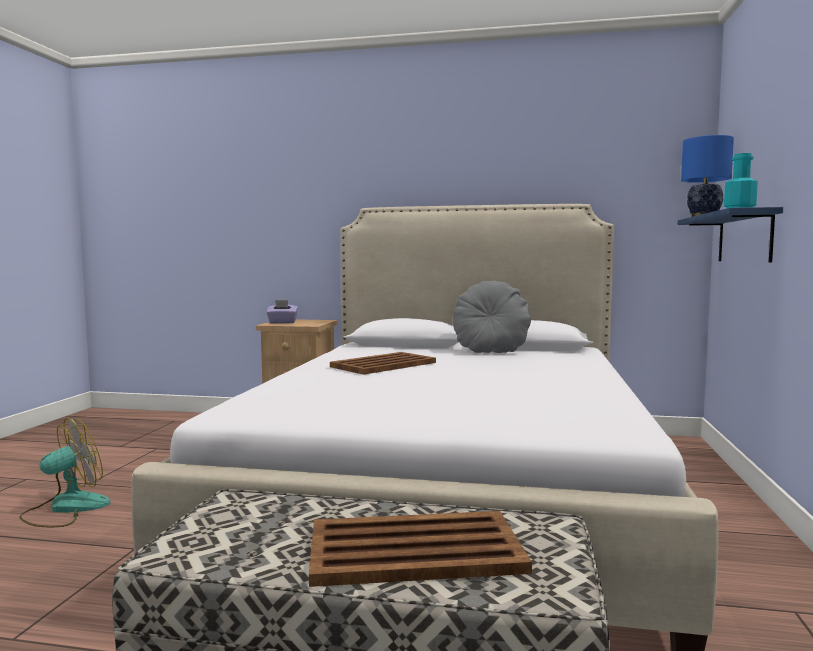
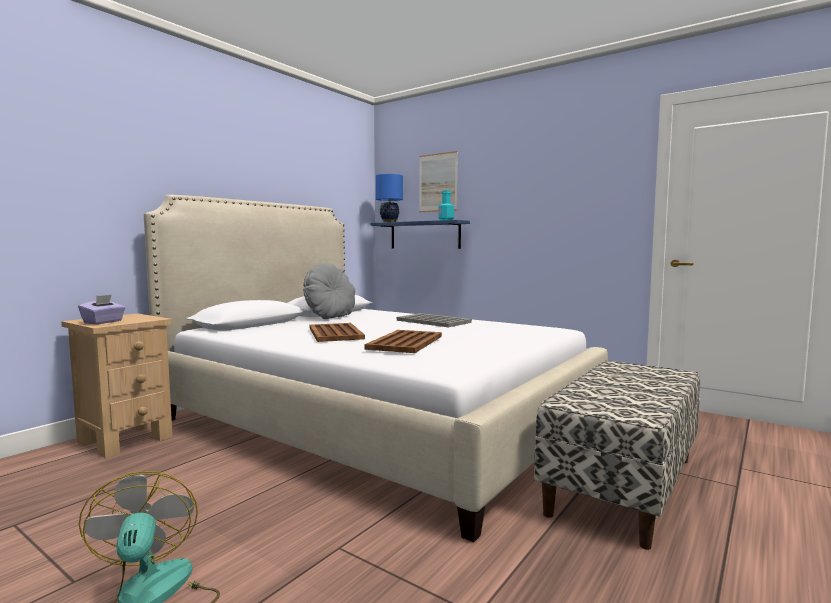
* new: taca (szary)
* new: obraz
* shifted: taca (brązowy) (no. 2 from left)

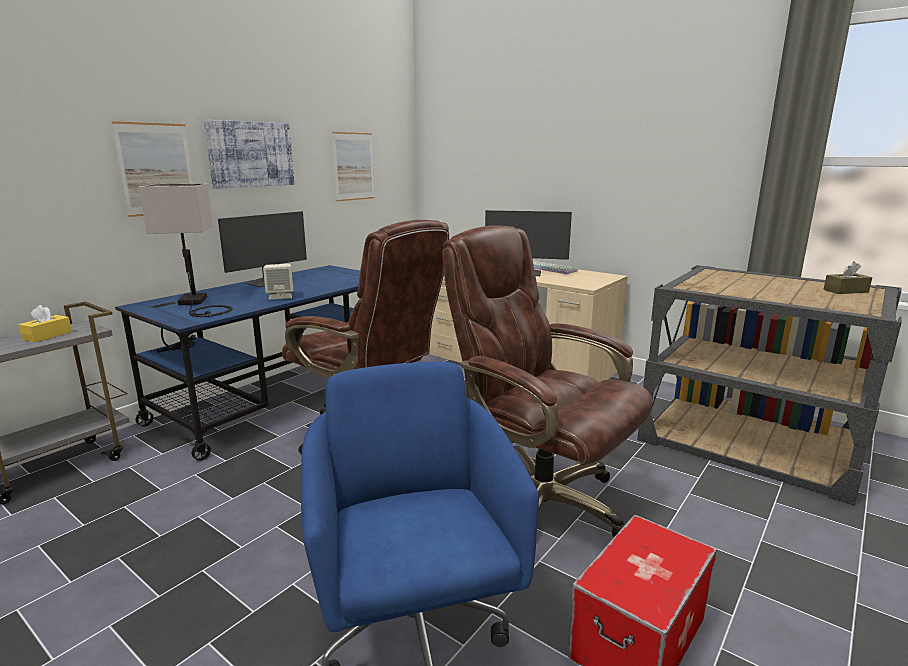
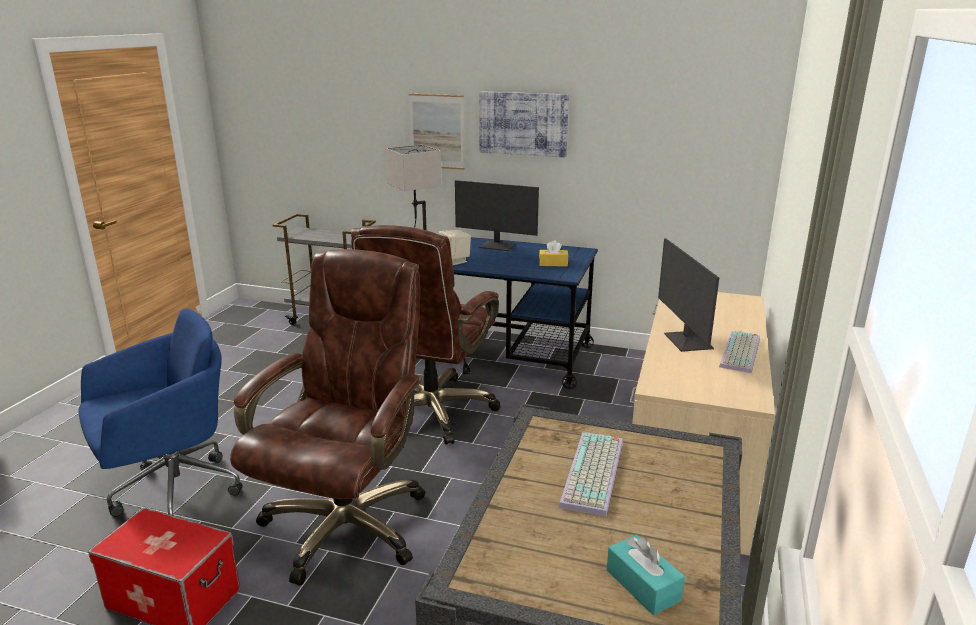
* gone: obraz (no. 3 from left)
* new: klawiatura (no. 1 from left)
* shifted: pudełko chusteczek (żółty)
* repainted: pudełko chusteczek (brązowy) to pudełko chusteczek (turkusowy)

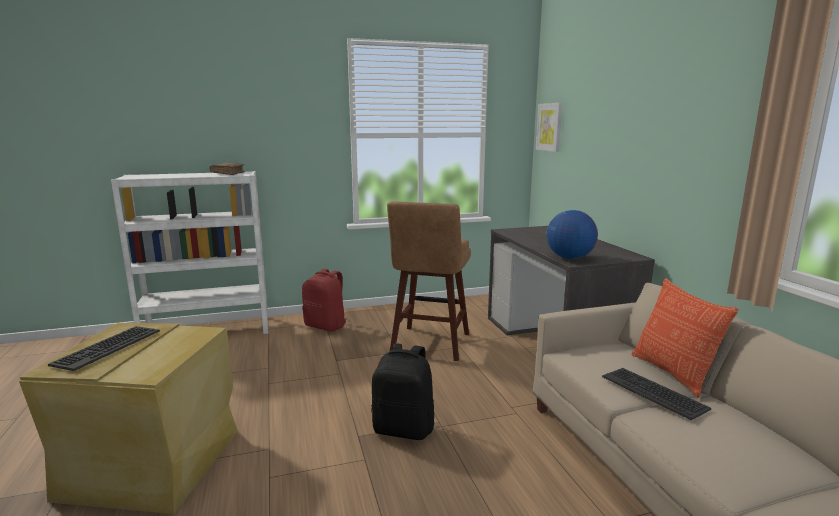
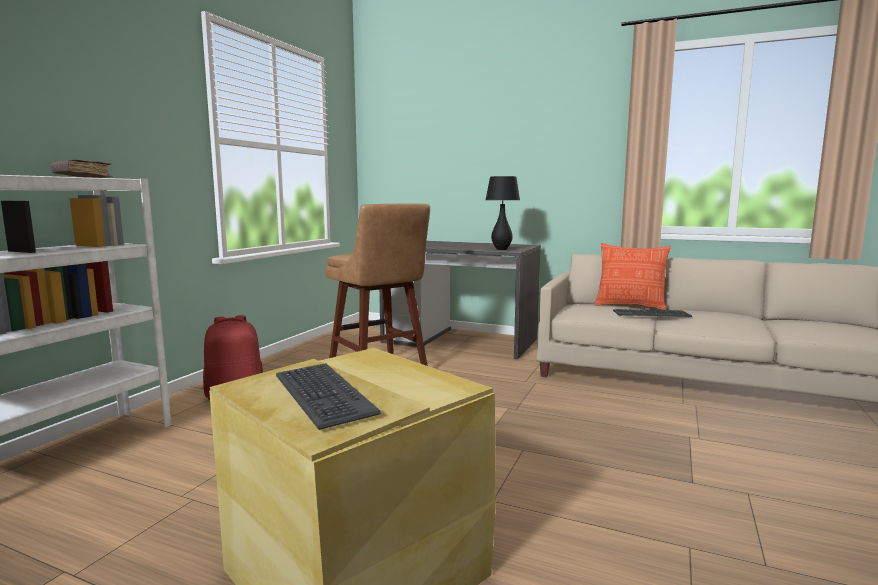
* gone: plecak (czarny)
* gone: obraz
* swapped: globus to lampa stołowa (czarny)

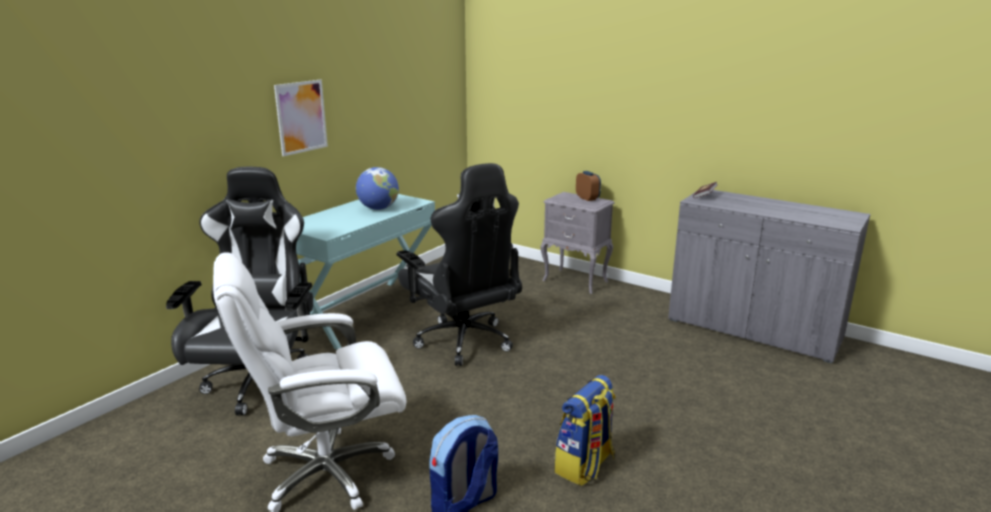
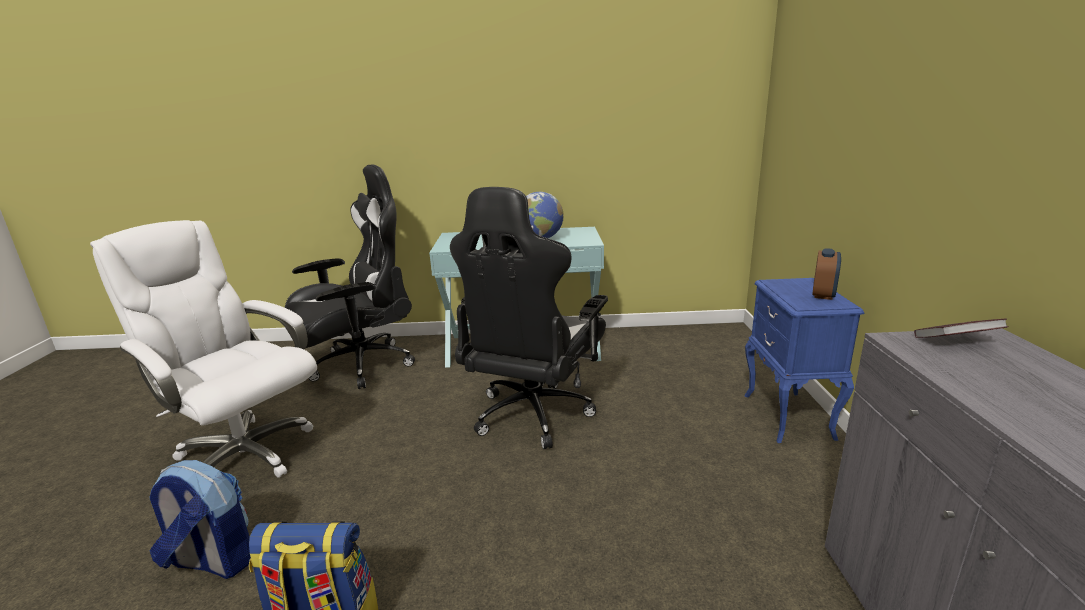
* gone: obraz
* repainted: szafka nocna (szary) to szafka nocna (niebieski)

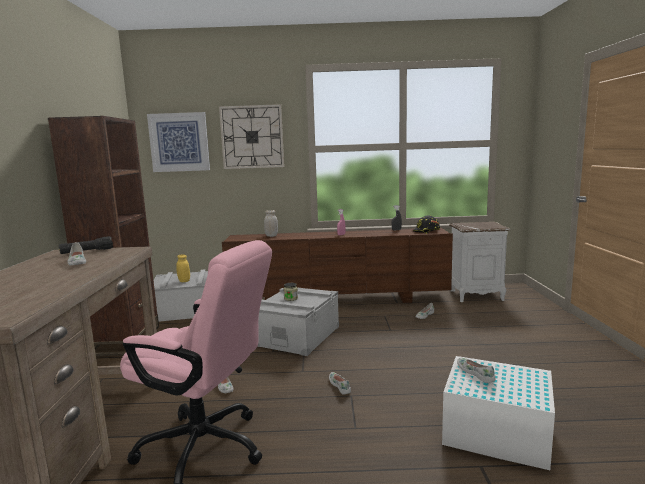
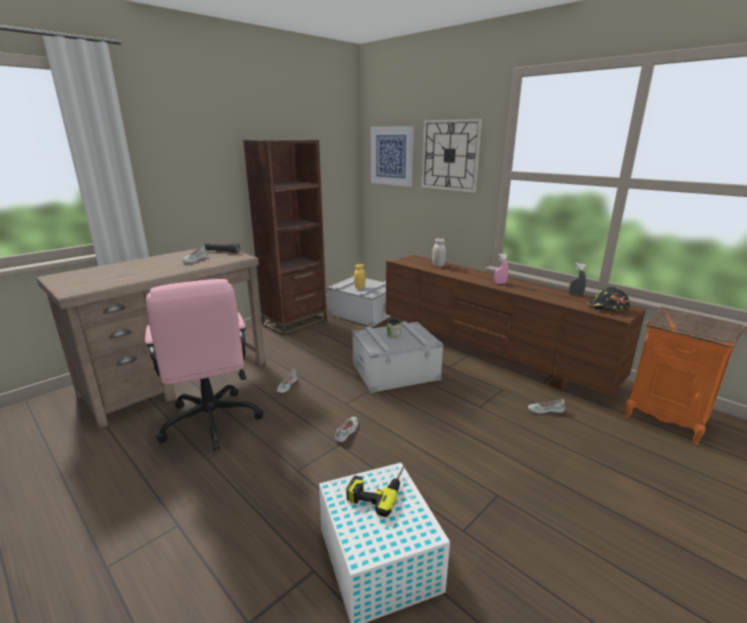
* swapped: but (biały) (no. 5 from left) to wiertarka
* repainted: szafka nocna (biały) to szafka nocna (pomarańczowy)

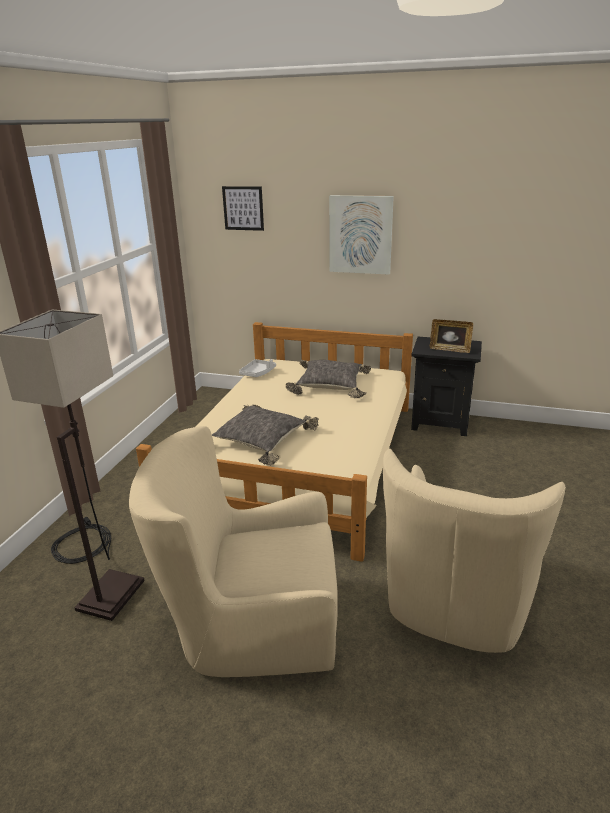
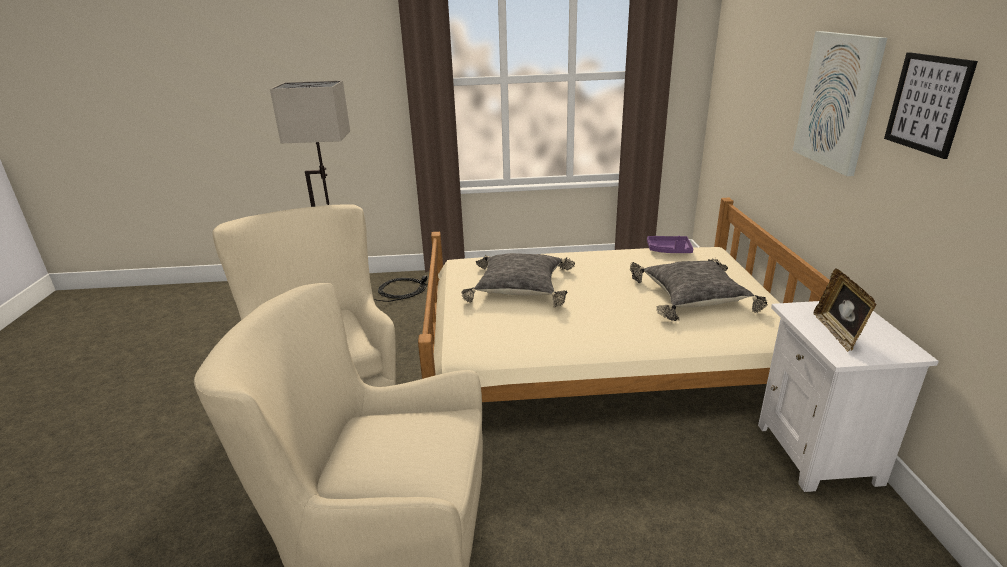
* shifted: obraz (no. 1 from left in the first image) to obraz (no. 2 from left)
* repainted: taca (szary) to taca (fioletowy)
* repainted: szafka nocna (czarny) to szafka nocna (biały)

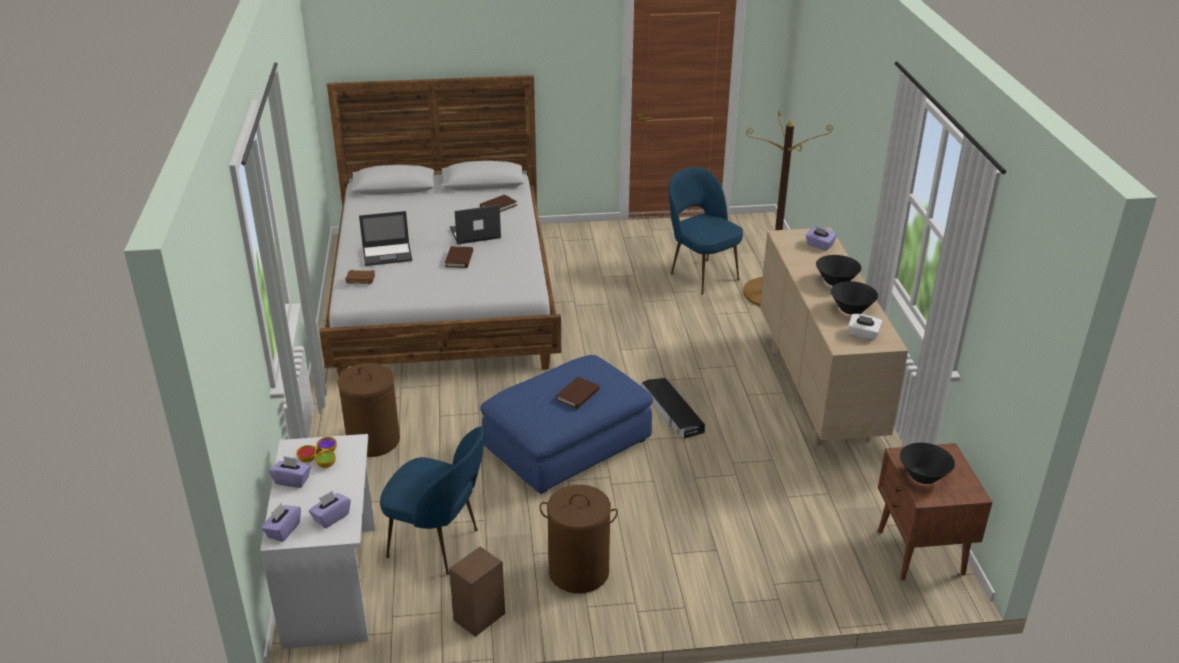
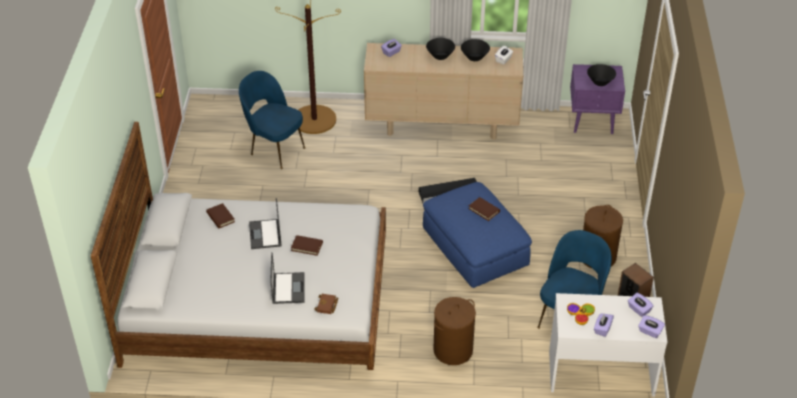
* repainted: szafka nocna (brązowy) to szafka nocna (fioletowy)
* rotated: krzesło (niebieski) (no. 2 from left in the first image) 60 degrees clockwise

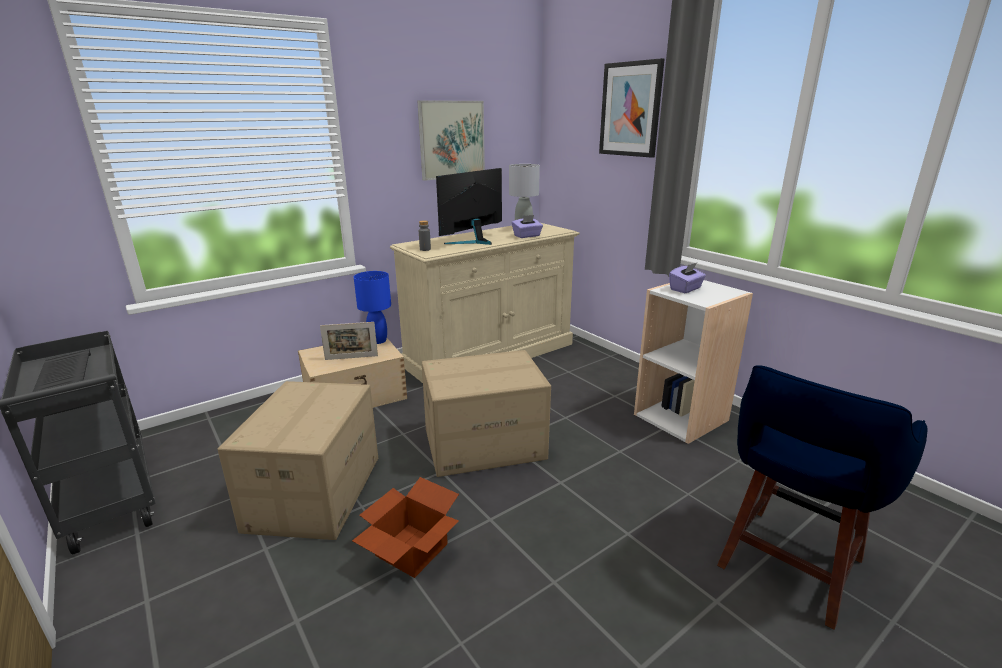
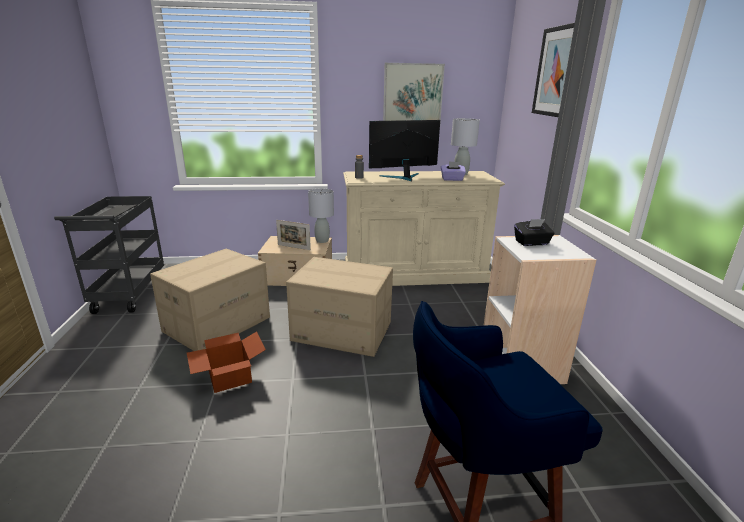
* repainted: lampa stołowa (niebieski) to lampa stołowa (szary) (no. 1 from left)
* repainted: pudełko chusteczek (fioletowy) (no. 2 from left) to pudełko chusteczek (czarny)

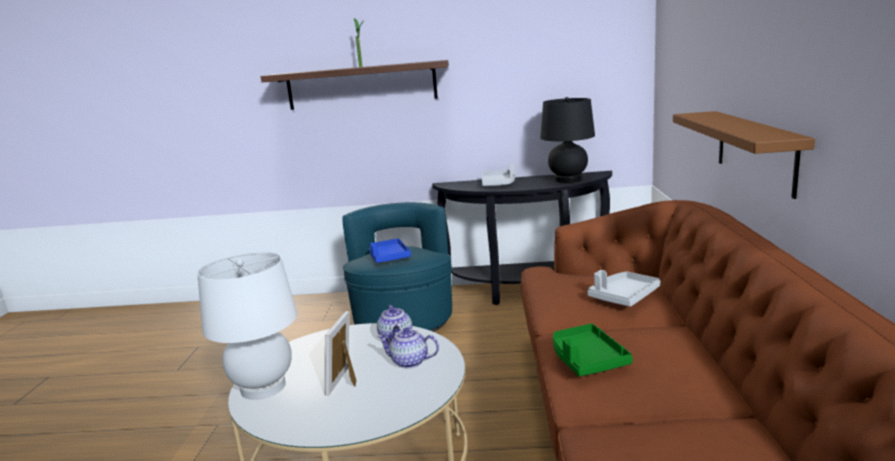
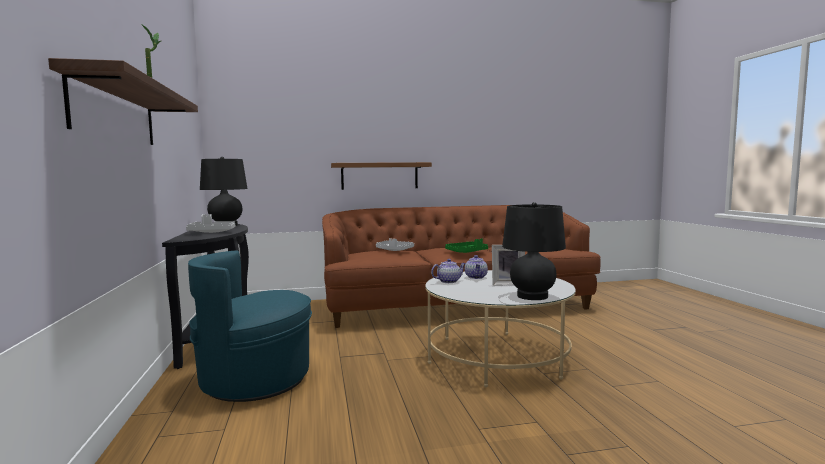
* gone: taca (niebieski)
* repainted: lampa stołowa (biały) to lampa stołowa (czarny) (no. 2 from left)

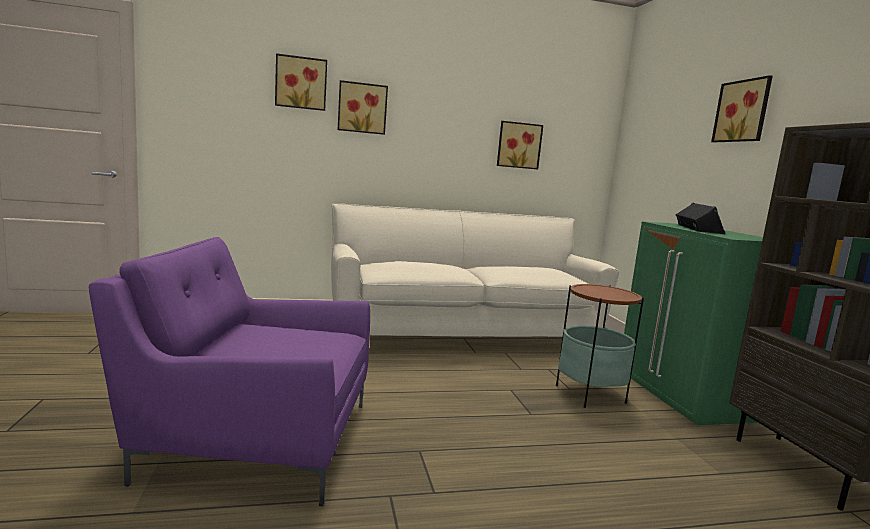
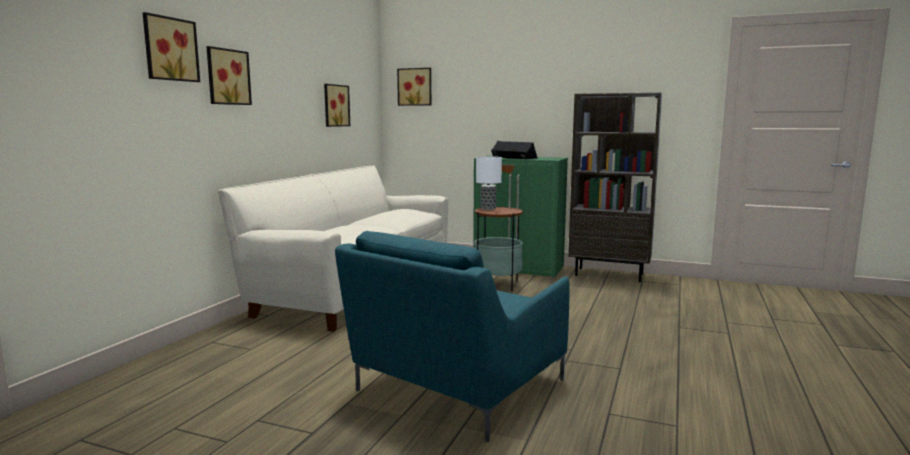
* new: lampa stołowa
* shifted: obraz (no. 4 from left)
* repainted: fotel (fioletowy) to fotel (turkusowy)

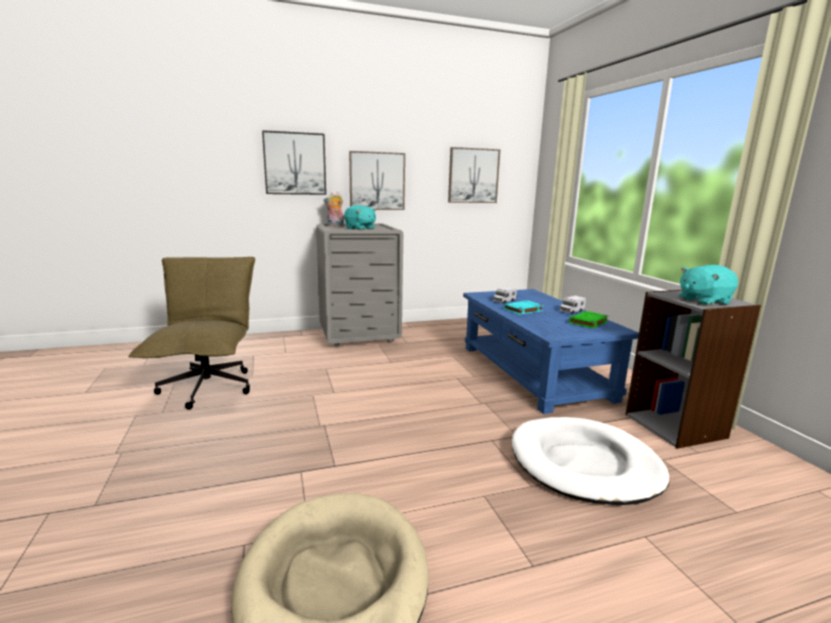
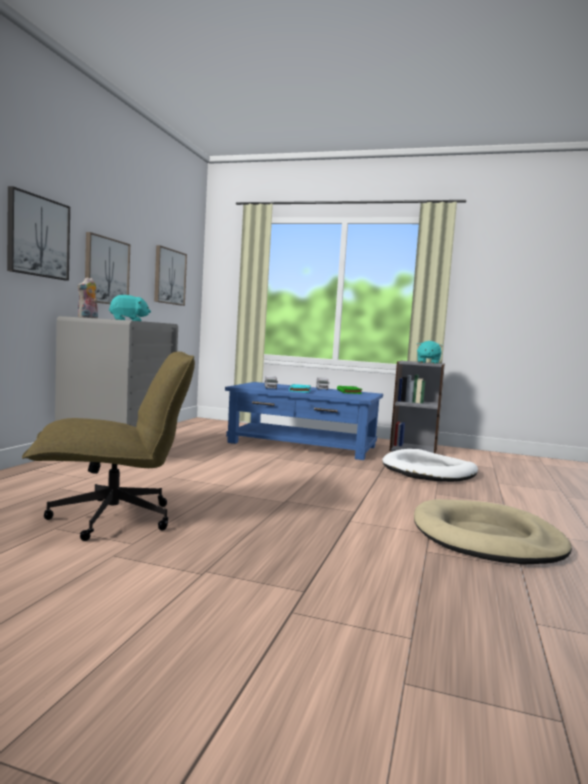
* rotated: krzesło biurowe (beżowy) 135 degrees clockwise

